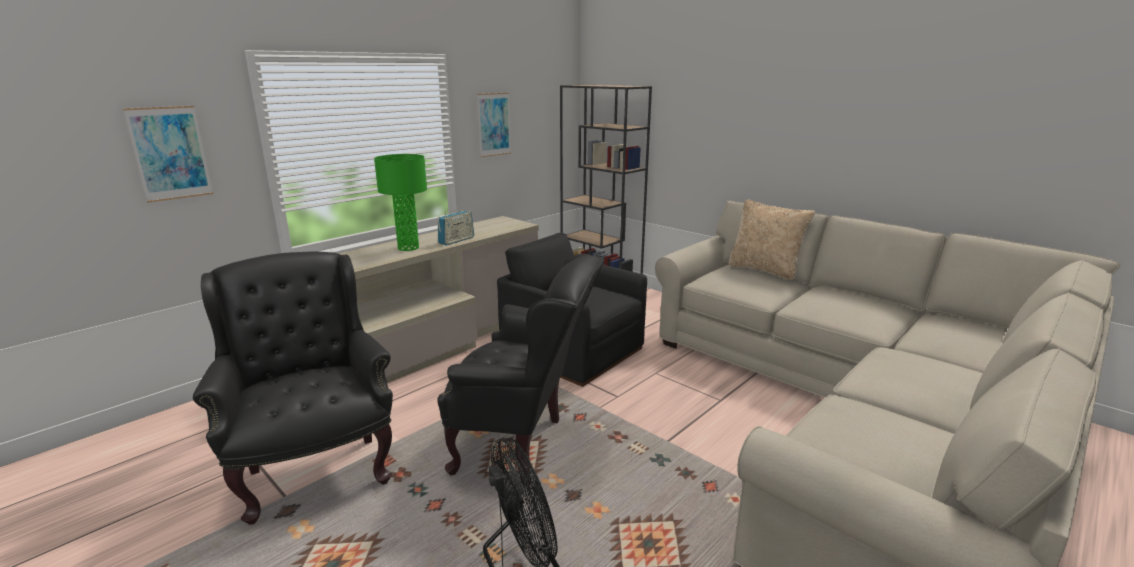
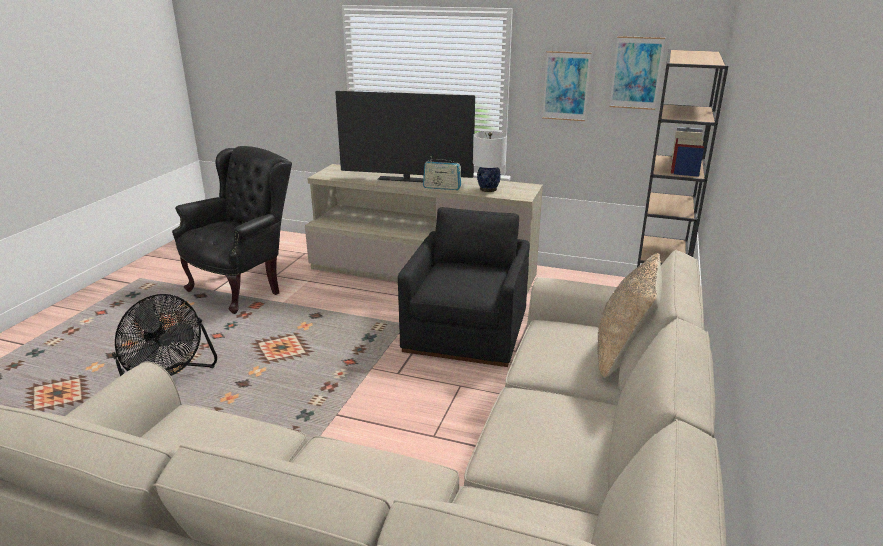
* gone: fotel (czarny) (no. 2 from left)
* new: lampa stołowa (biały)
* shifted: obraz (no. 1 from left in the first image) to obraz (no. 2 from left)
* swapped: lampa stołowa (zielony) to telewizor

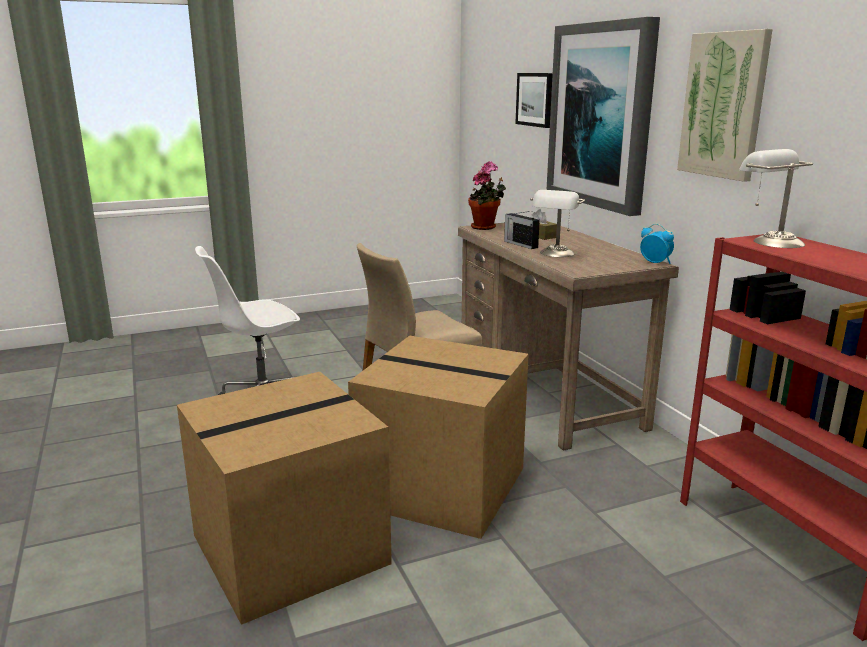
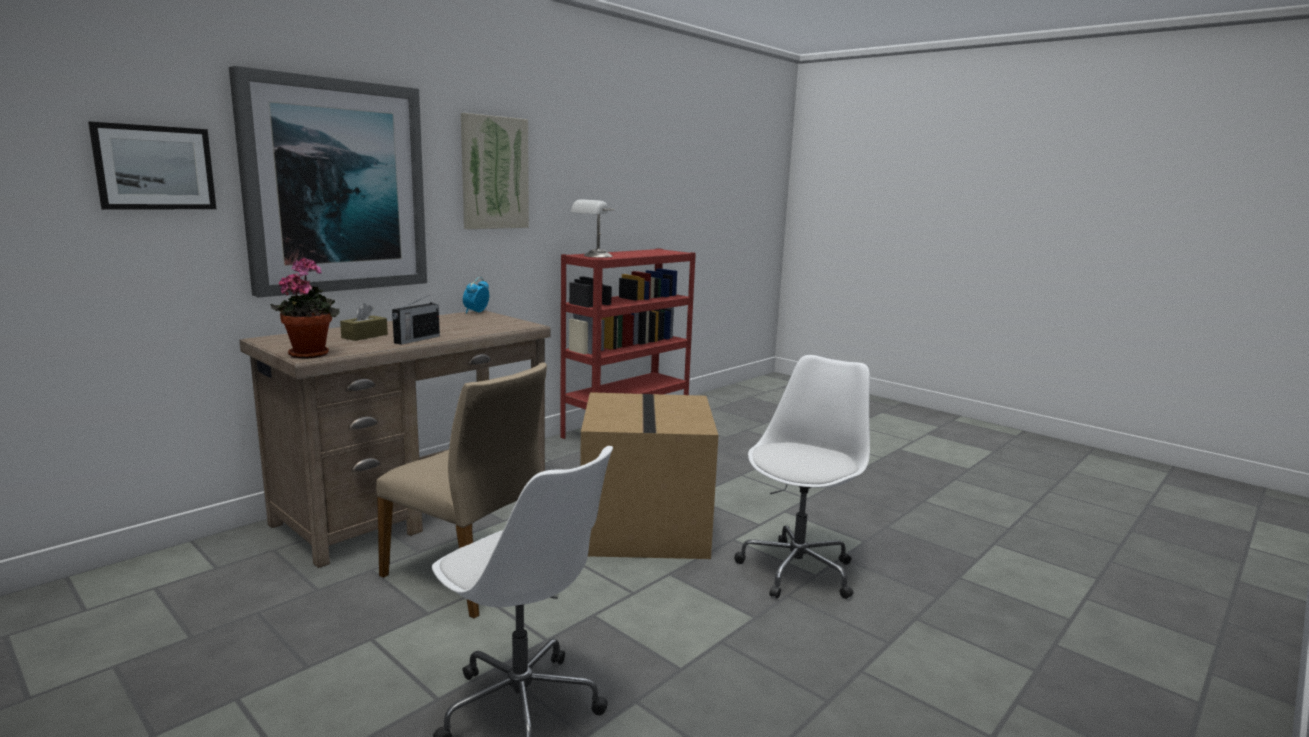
* gone: lampa stołowa (biały) (no. 1 from left)
* swapped: karton (no. 1 from left) to krzesło biurowe (biały) (no. 2 from left)

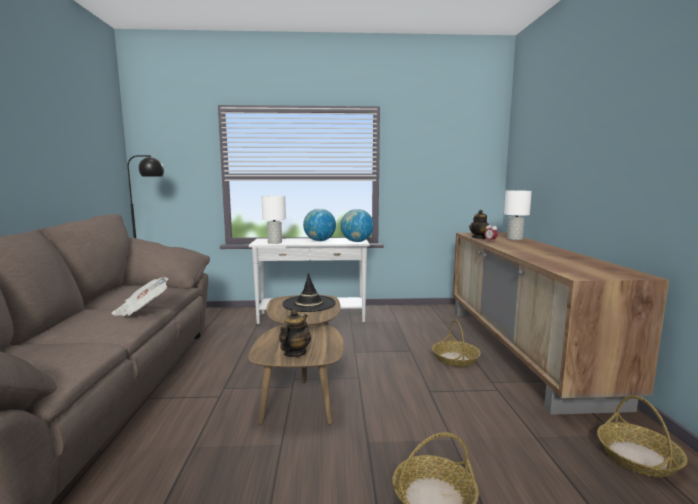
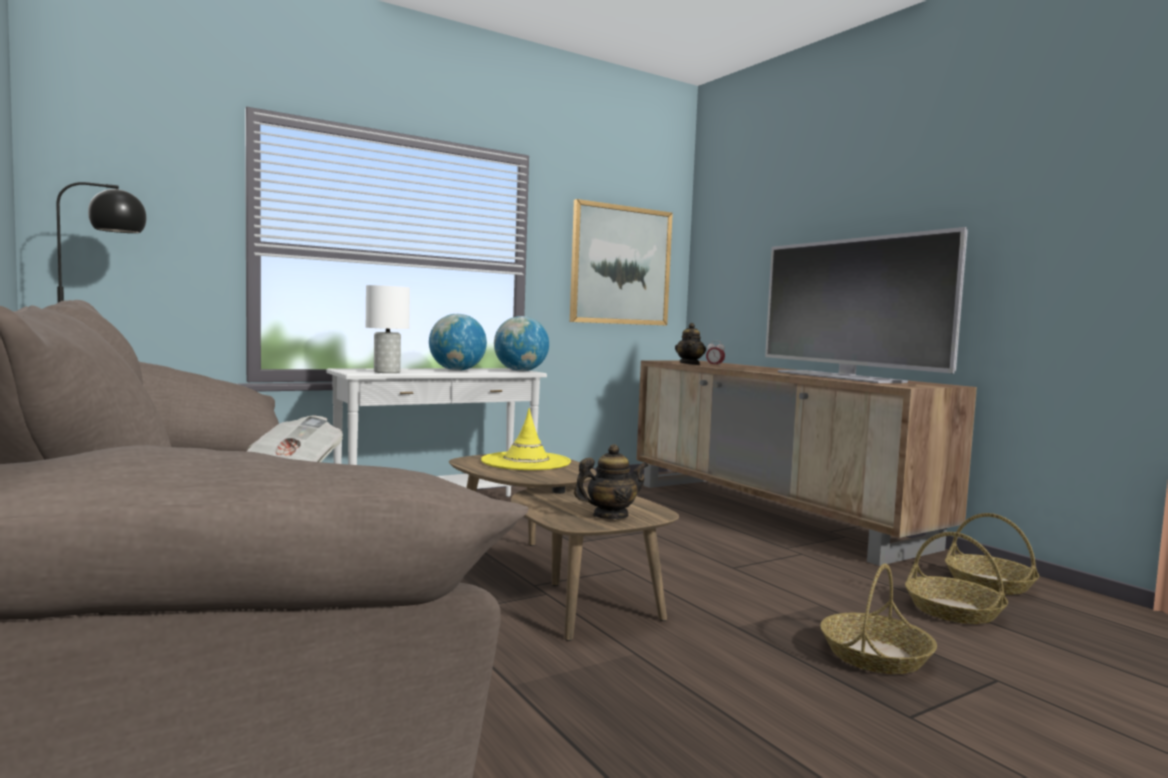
* gone: lampa stołowa (biały) (no. 2 from left)
* new: obraz
* new: telewizor
* shifted: koszyk (no. 2 from left)
* repainted: kapelusz (czarny) to kapelusz (żółty)
* rotated: imbryk (no. 1 from left) 75 degrees clockwise

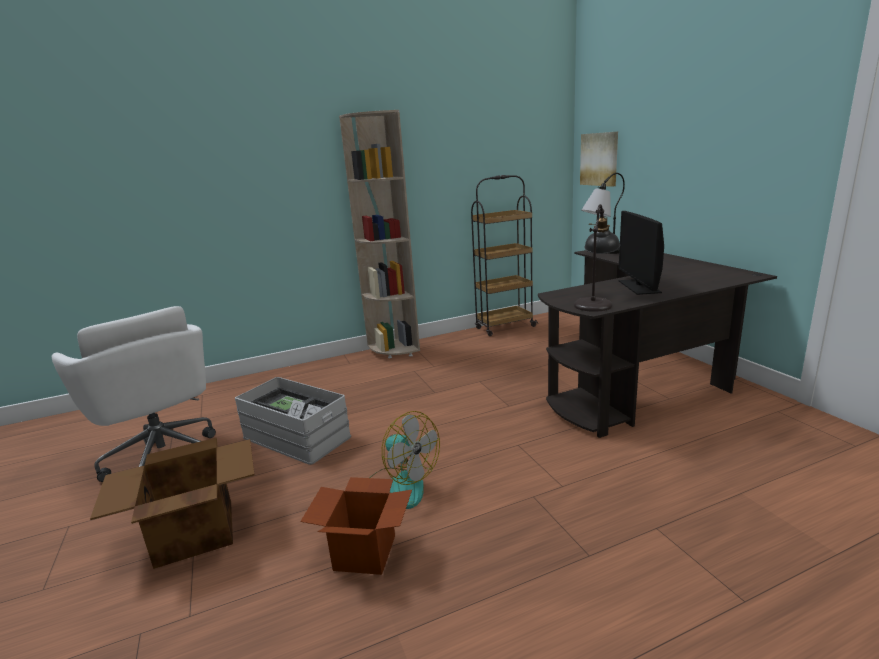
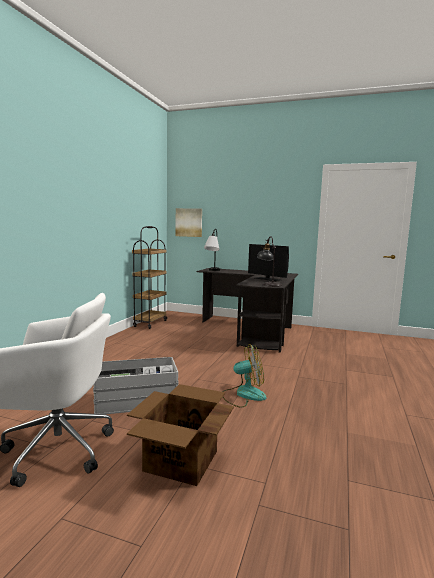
* gone: karton (no. 2 from left)
* gone: regał (beżowy)

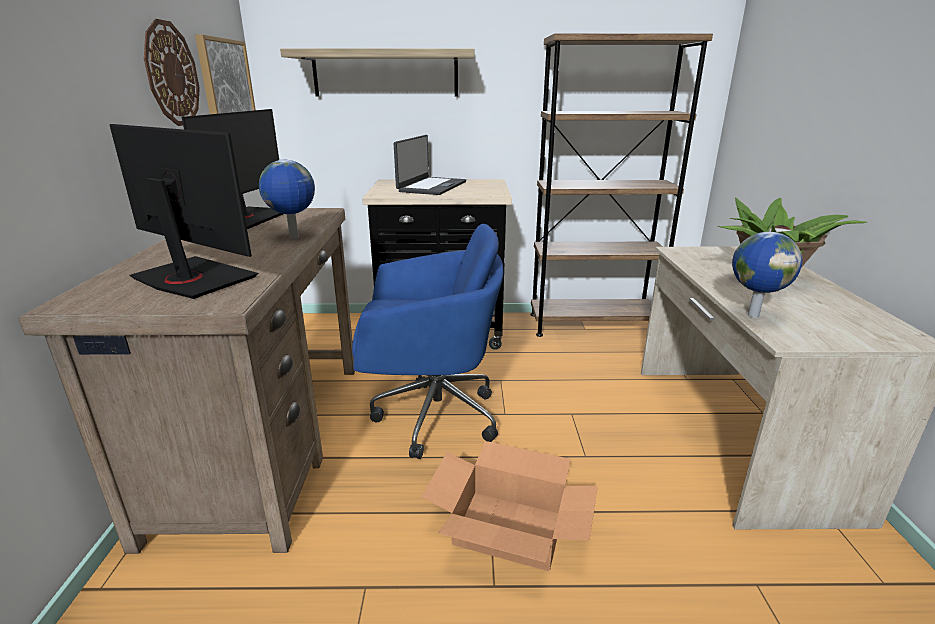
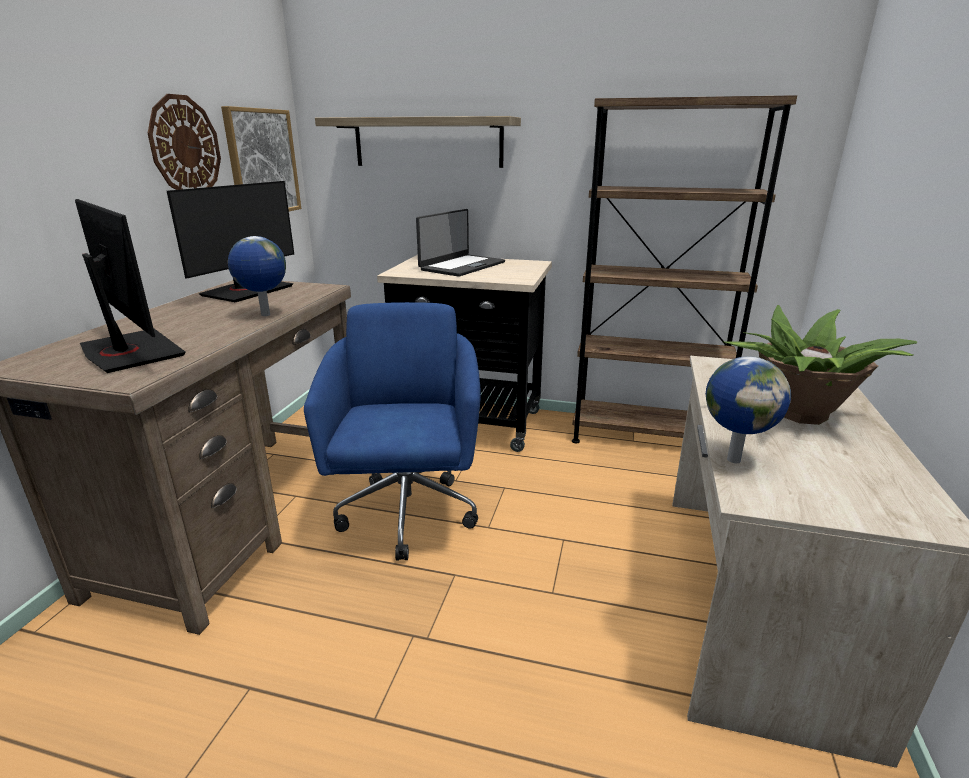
* gone: karton
* rotated: krzesło biurowe (niebieski) 105 degrees counterclockwise

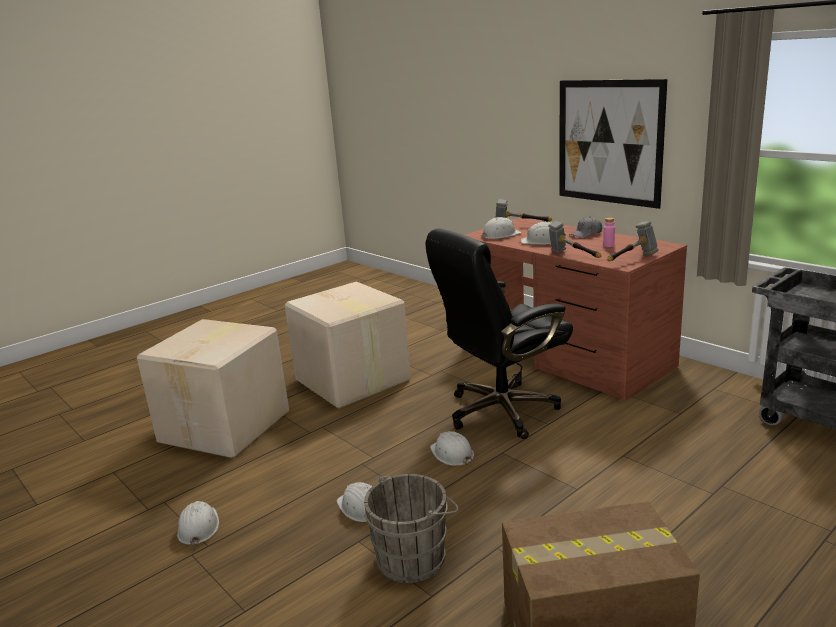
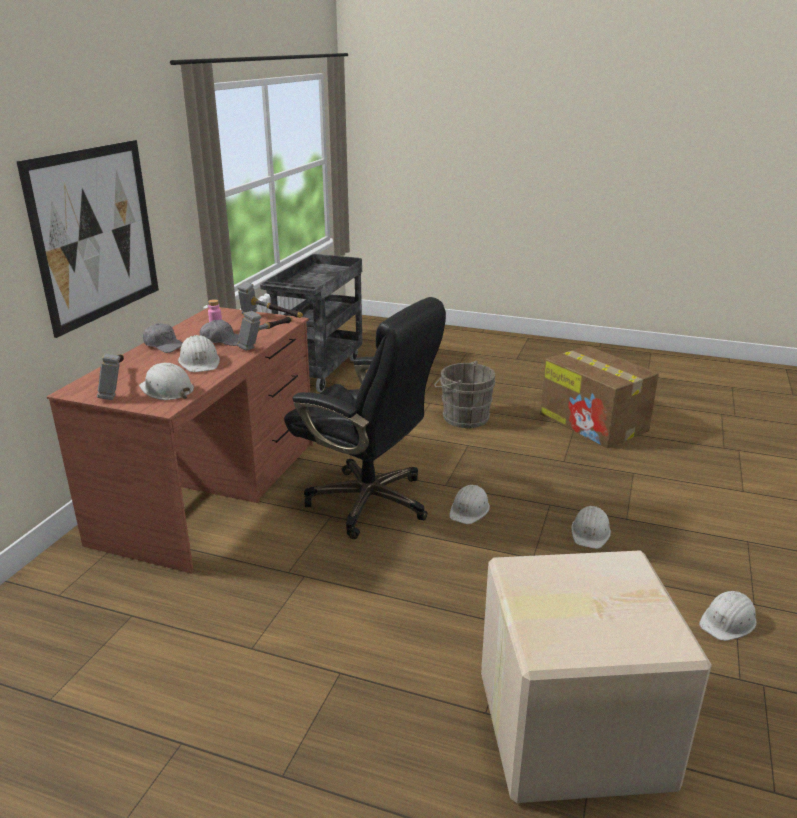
* gone: karton (no. 2 from left)
* new: czapka z daszkiem (szary) (no. 2 from left)
* shifted: wiadro (szary)

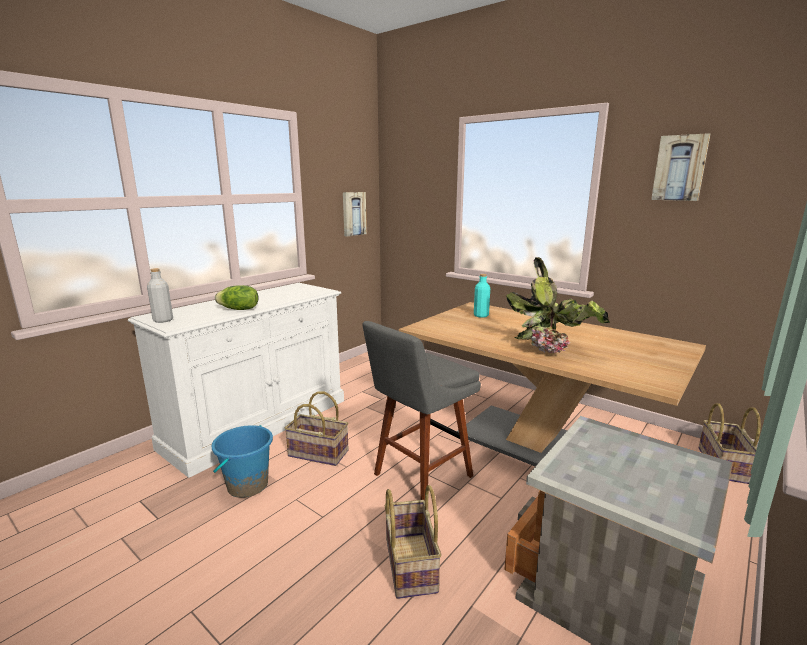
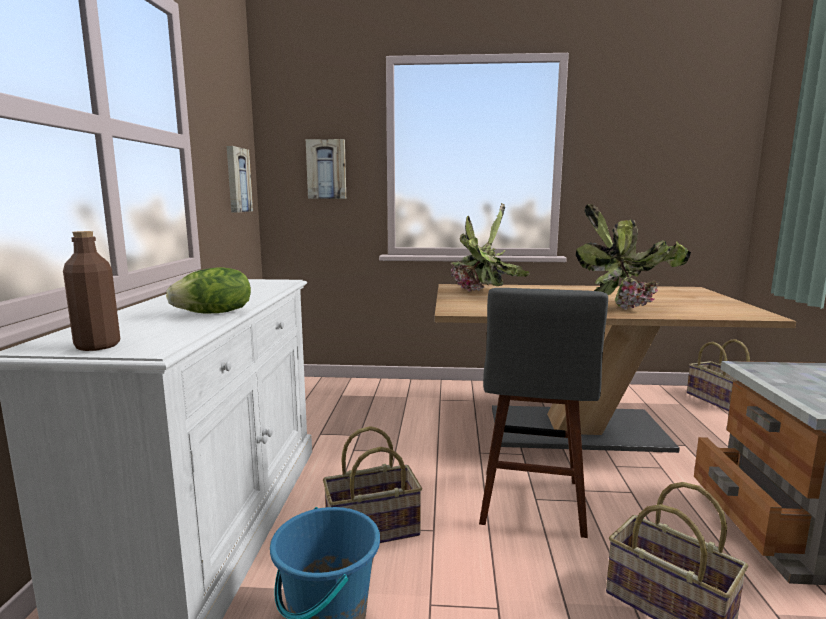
* shifted: obraz (no. 2 from left)
* swapped: butelka (turkusowy) to roślina doniczkowa (no. 1 from left)
* repainted: butelka (szary) to butelka (brązowy)

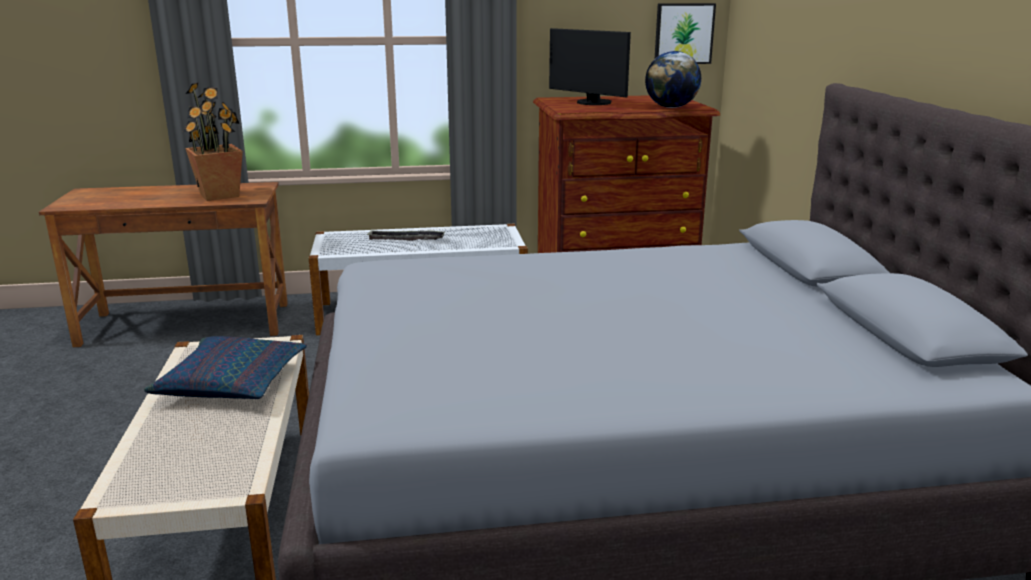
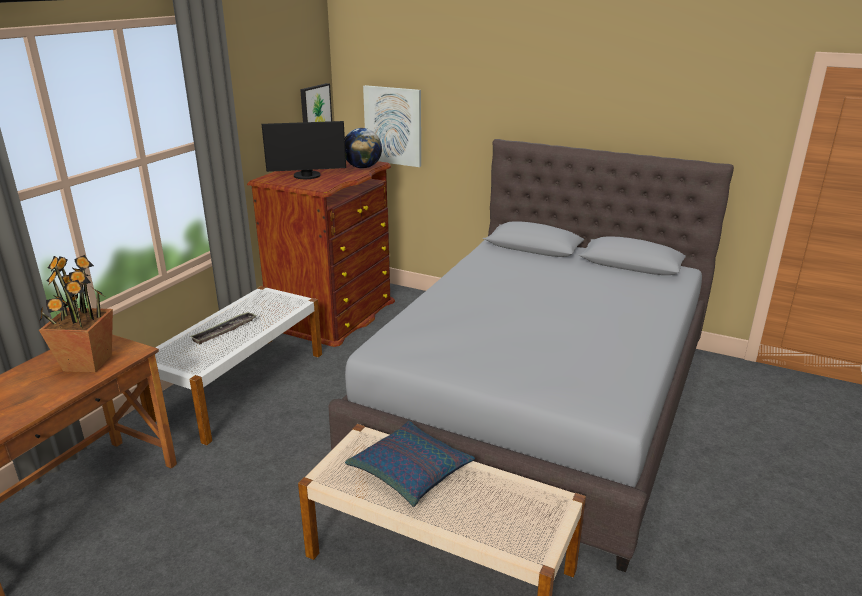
* new: obraz (no. 2 from left)

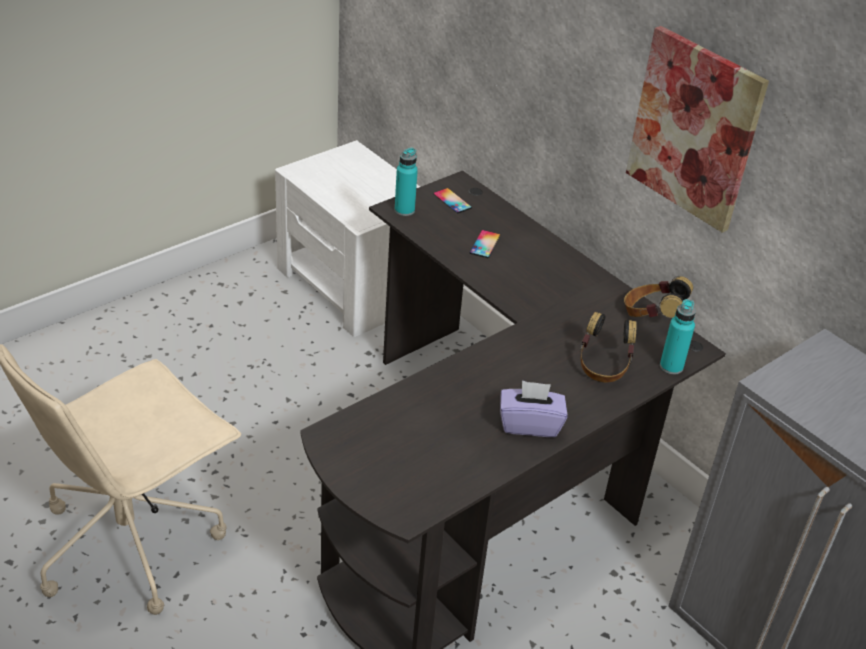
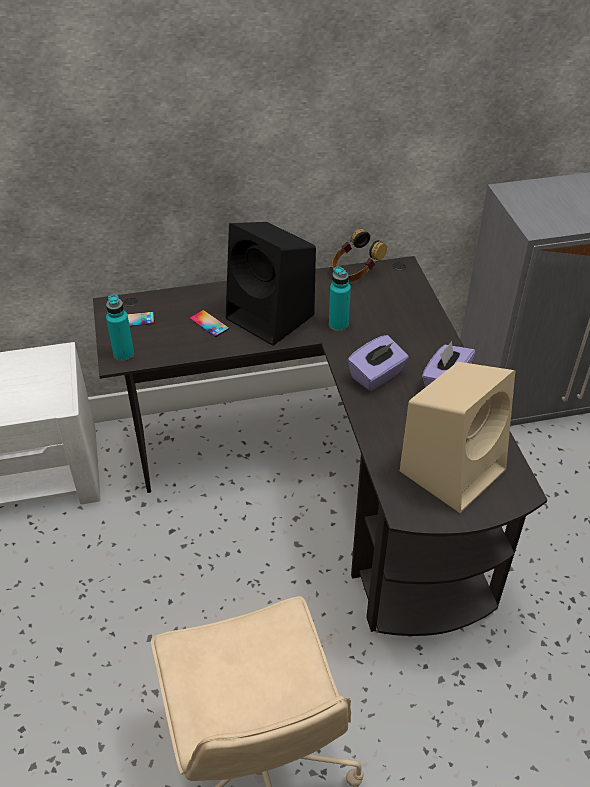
* gone: słuchawki (no. 1 from left)
* gone: obraz
* new: głośnik (czarny)
* new: pudełko chusteczek (fioletowy) (no. 1 from left)
* new: głośnik (beżowy)
* shifted: butelka (turkusowy) (no. 2 from left)

